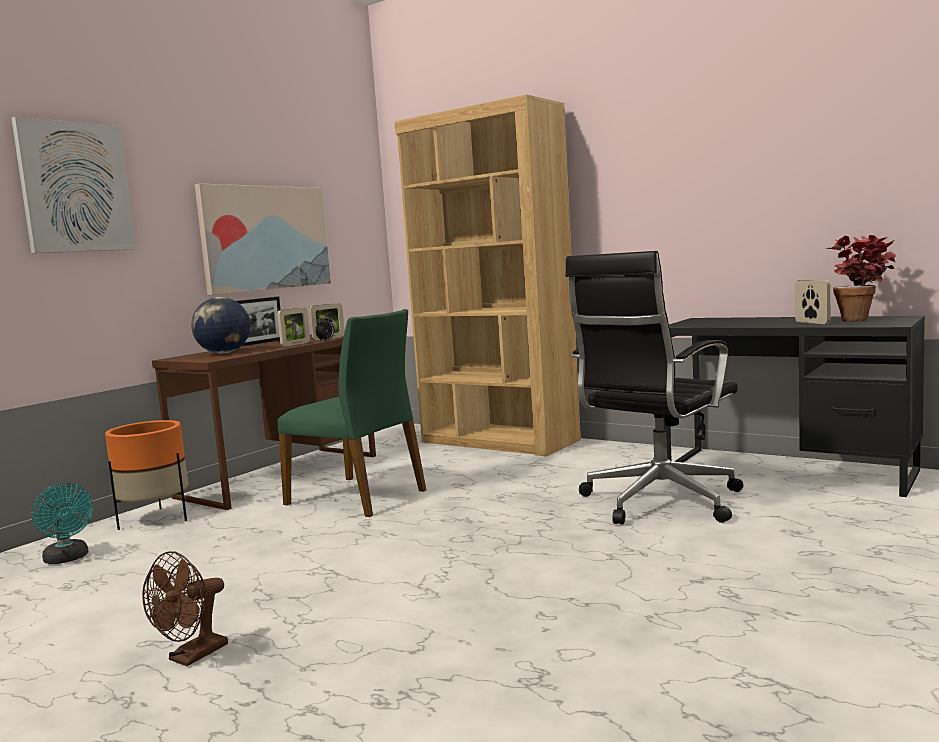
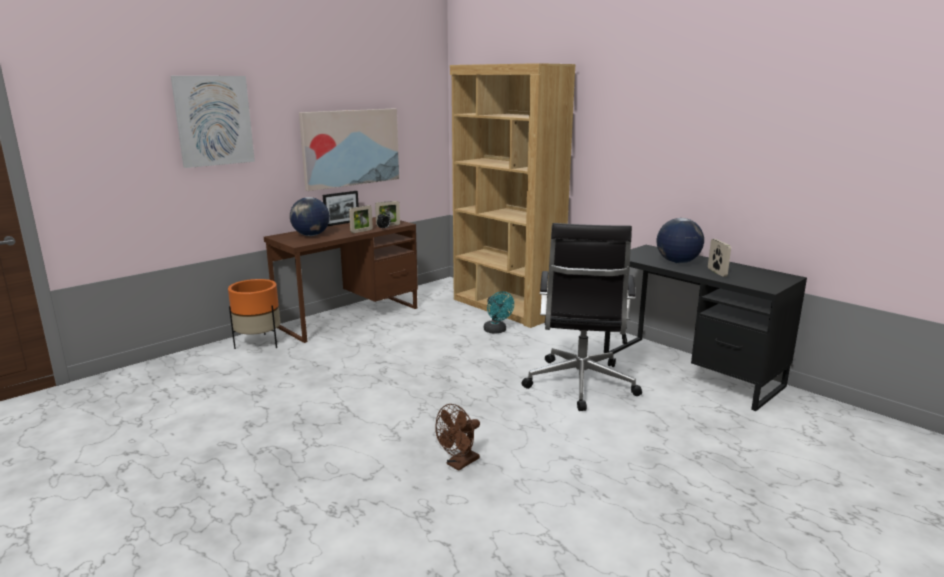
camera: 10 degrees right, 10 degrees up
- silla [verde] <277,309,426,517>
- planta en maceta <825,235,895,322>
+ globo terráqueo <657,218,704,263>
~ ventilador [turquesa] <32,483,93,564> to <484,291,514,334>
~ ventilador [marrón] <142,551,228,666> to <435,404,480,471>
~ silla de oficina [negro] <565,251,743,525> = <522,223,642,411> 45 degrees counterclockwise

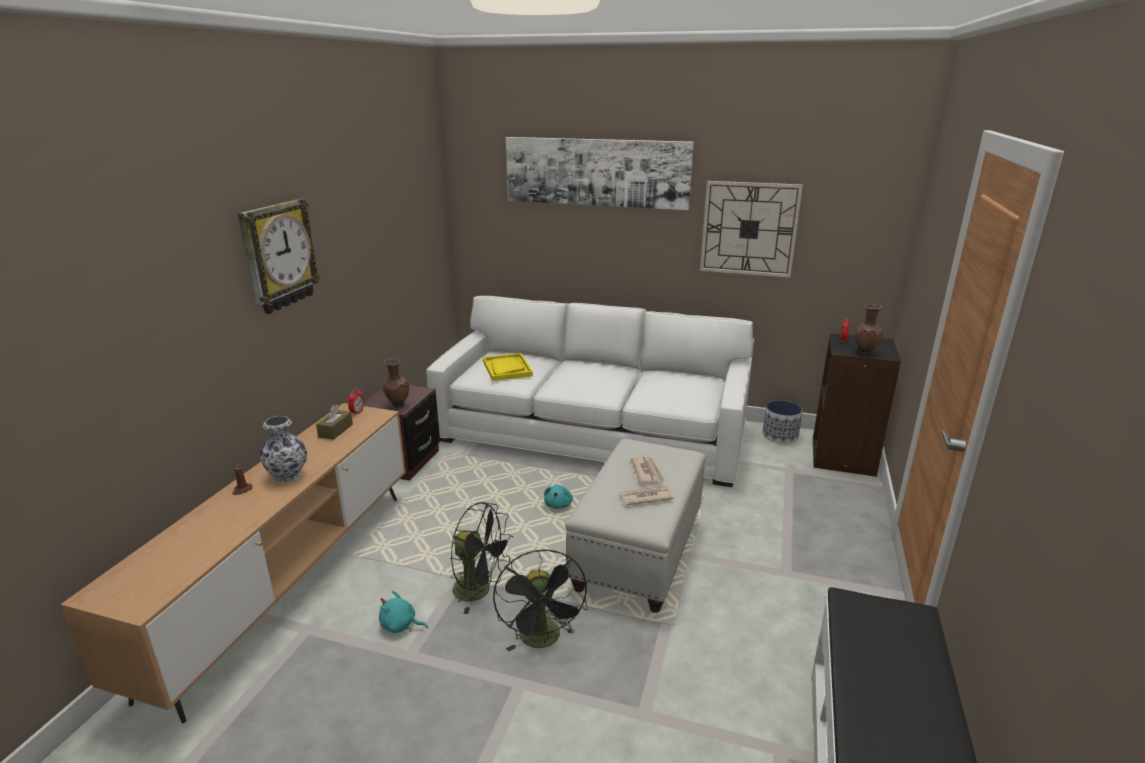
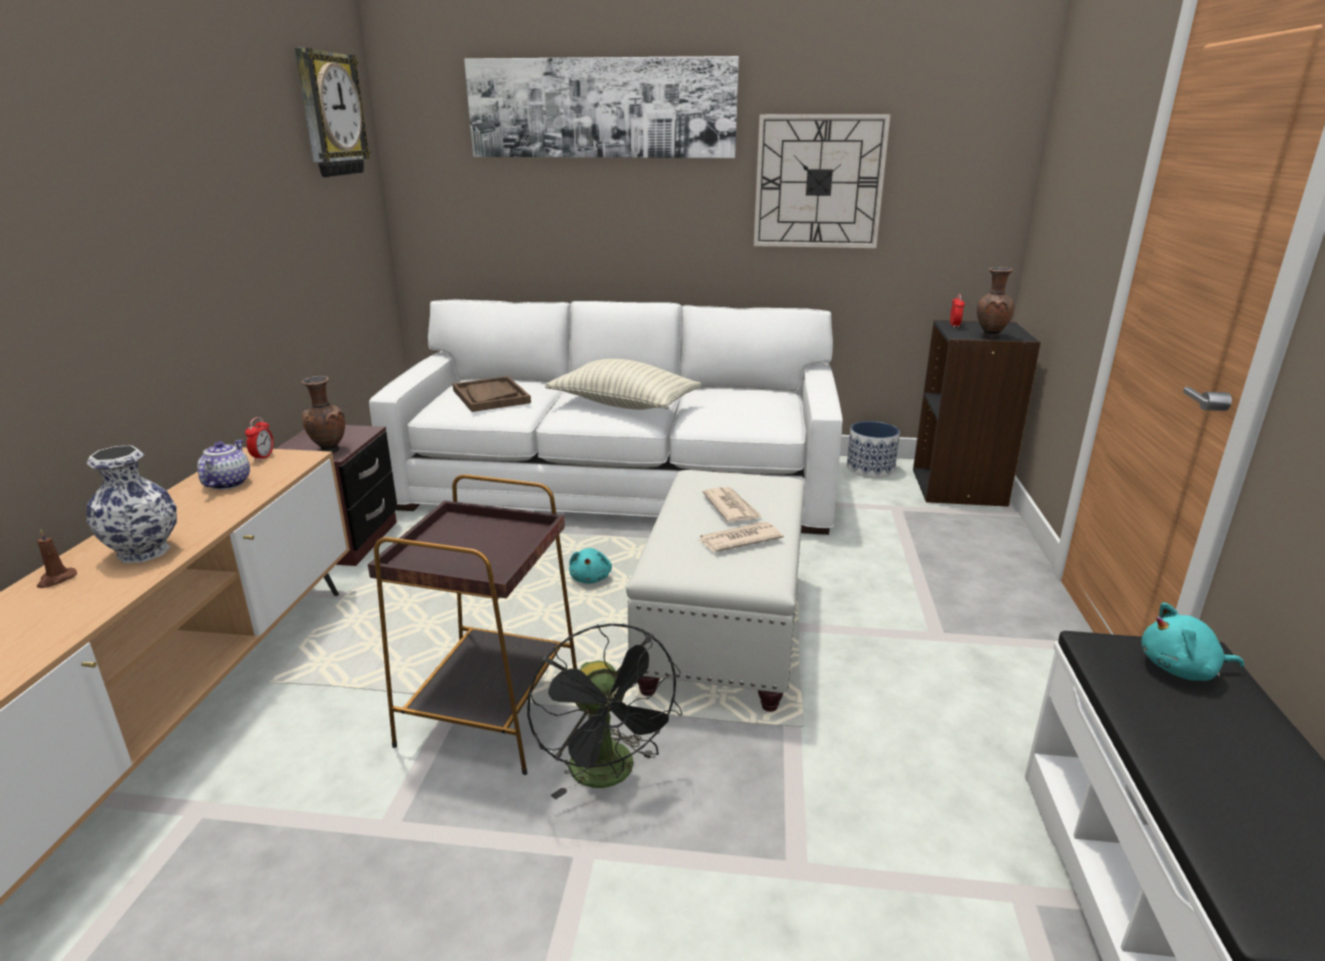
camera: 10 degrees left, 0 degrees up
+ cojín <545,359,701,410>
~ reloj de pared <238,199,320,314> to <295,48,371,177>
~ peluche [turquesa] <379,591,428,633> to <1142,602,1244,681>
~ caja de pañuelos [marrón] <316,404,353,440> to tetera <197,440,250,490>
~ ventilador [negro] <451,502,513,614> to mesa auxiliar [marrón] <368,474,577,775>
~ bandeja [amarillo] <483,353,533,381> to bandeja [marrón] <453,376,531,412>

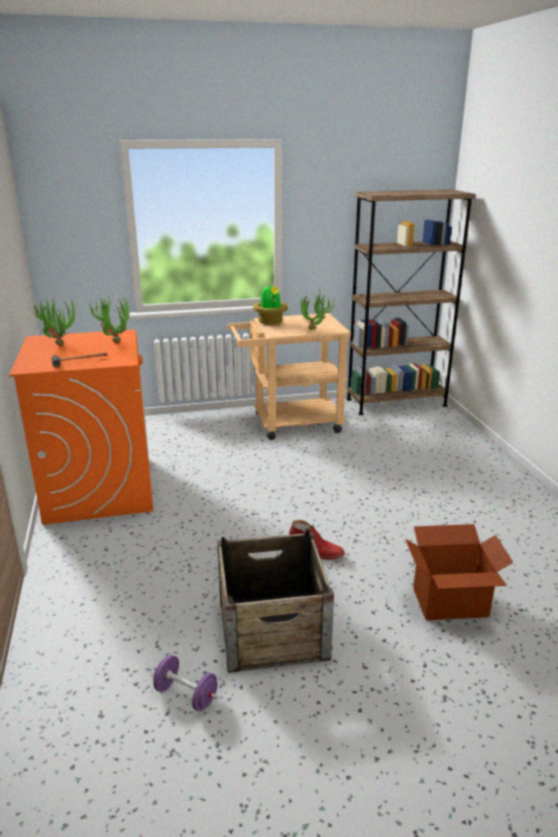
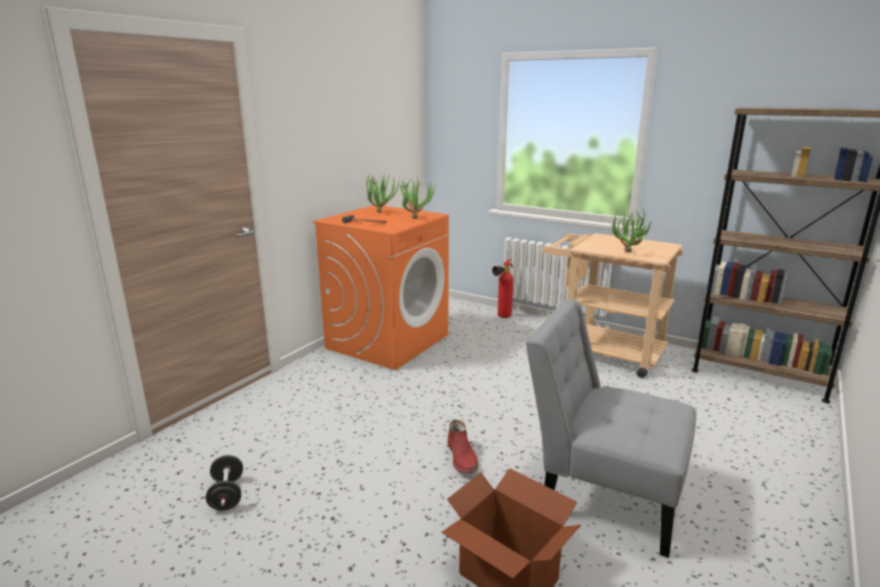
camera: 45 degrees right, 5 degrees down
- caja de embalaje <217,529,334,673>
- planta en maceta <253,284,288,325>
+ extintor <492,259,513,318>
+ silla [gris] <526,300,696,558>
~ mancuerna [morado] <153,655,218,711> to mancuerna [negro] <206,455,243,510>

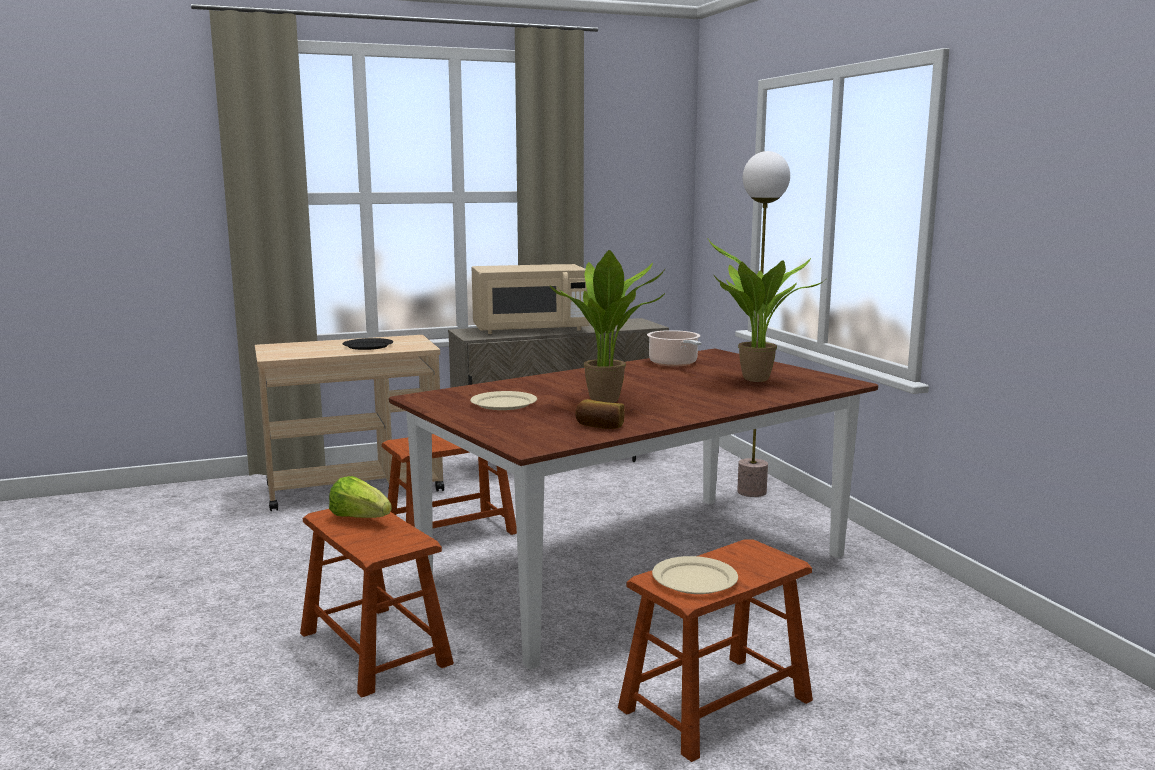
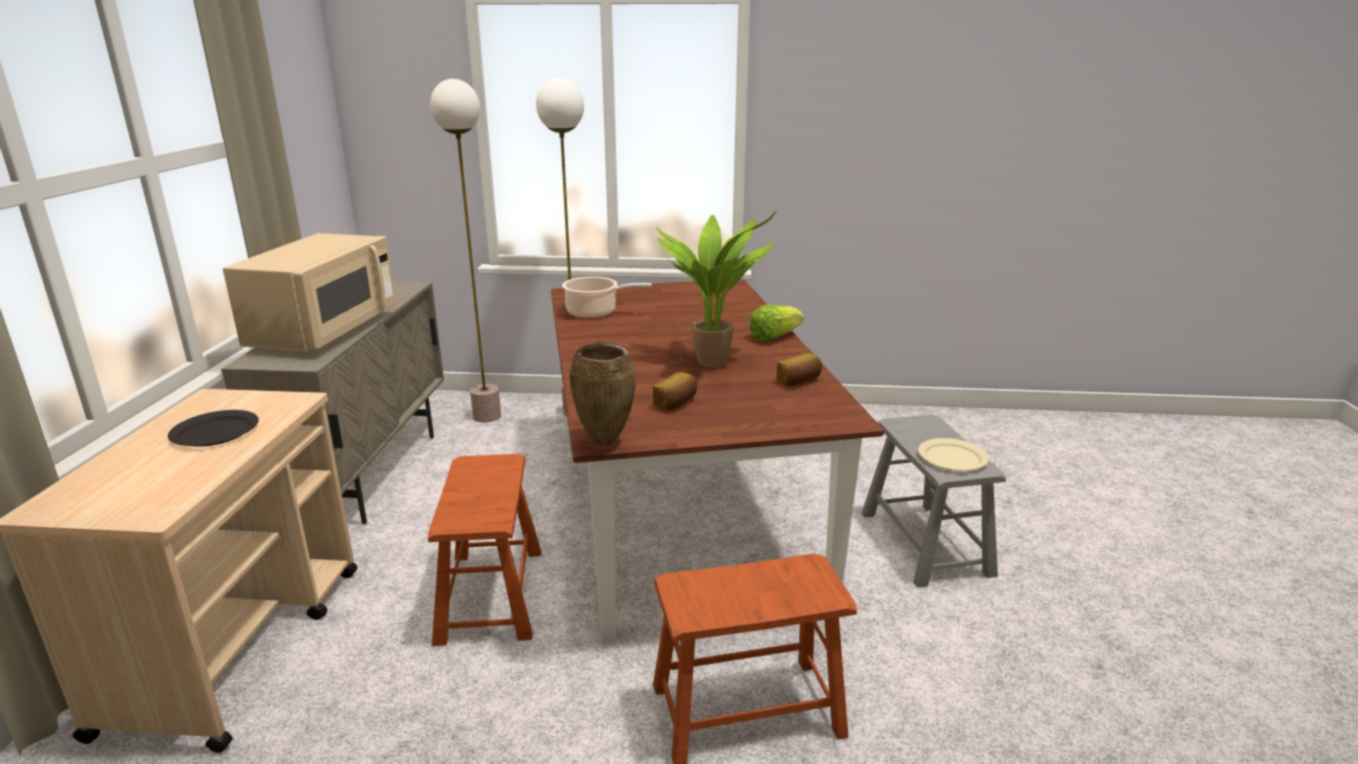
camera: 65 degrees left, 10 degrees up
- planta en maceta <707,238,825,382>
+ lámpara de pie <430,79,501,422>
+ florero [marrón] <570,342,636,446>
~ lechuga <329,476,392,518> to <750,305,804,341>
~ plato [beis] <470,391,537,410> to pan <653,372,697,410>
~ taburete [marrón] <618,540,813,762> to taburete [gris] <861,415,1006,587>

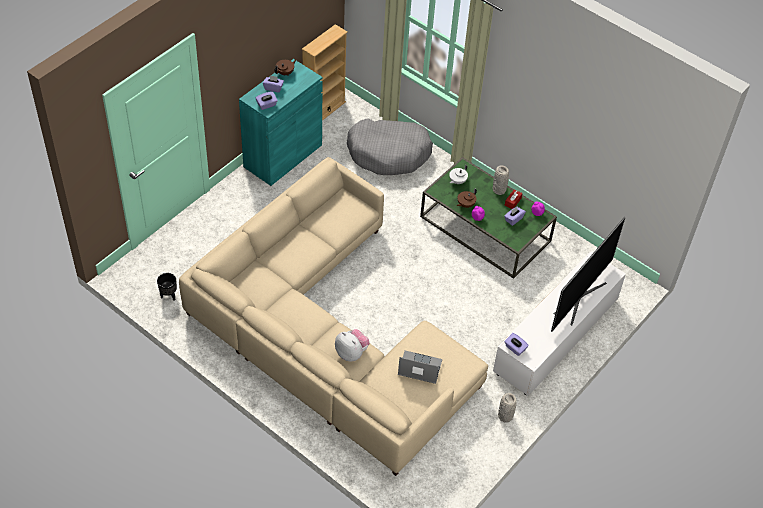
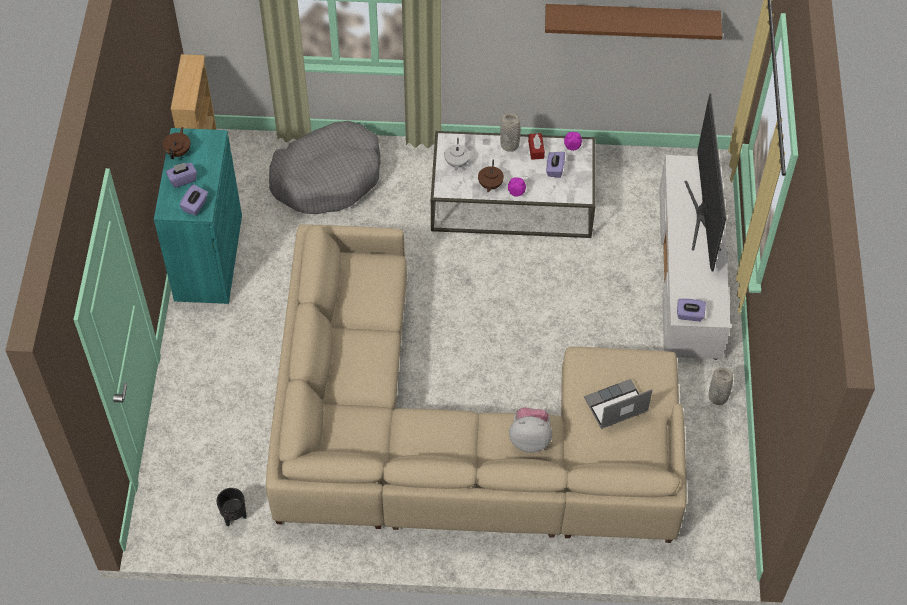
camera: 35 degrees left, 5 degrees up
+ estante [marrón] <545,4,722,40>
~ mesa de centro [verde] <420,157,557,279> to mesa de centro [blanco] <431,131,596,238>

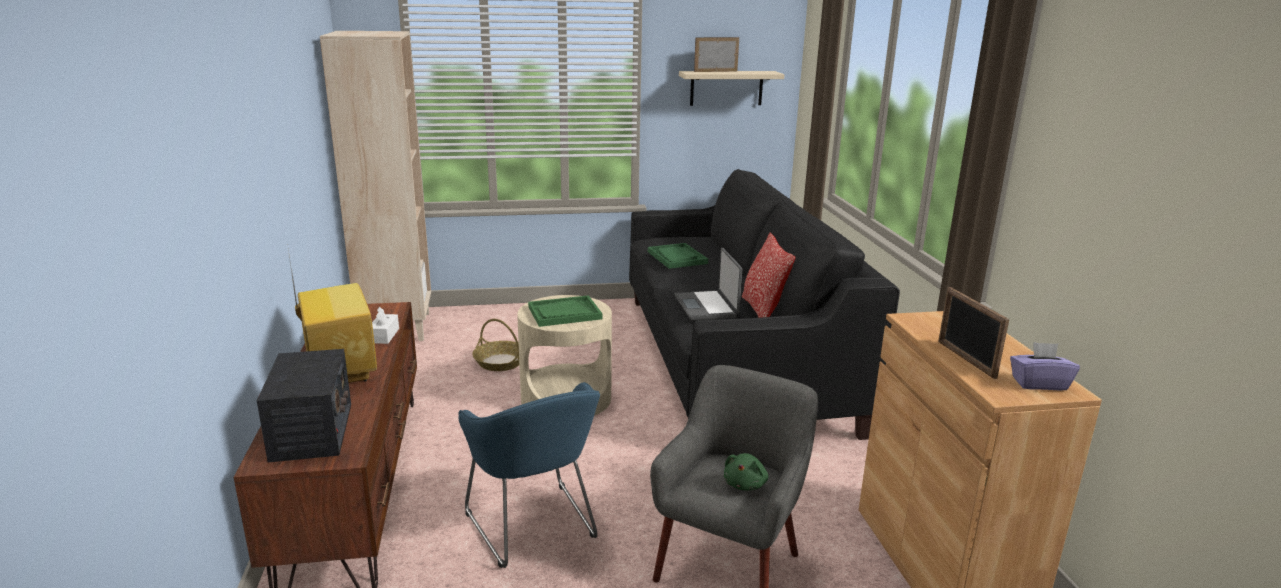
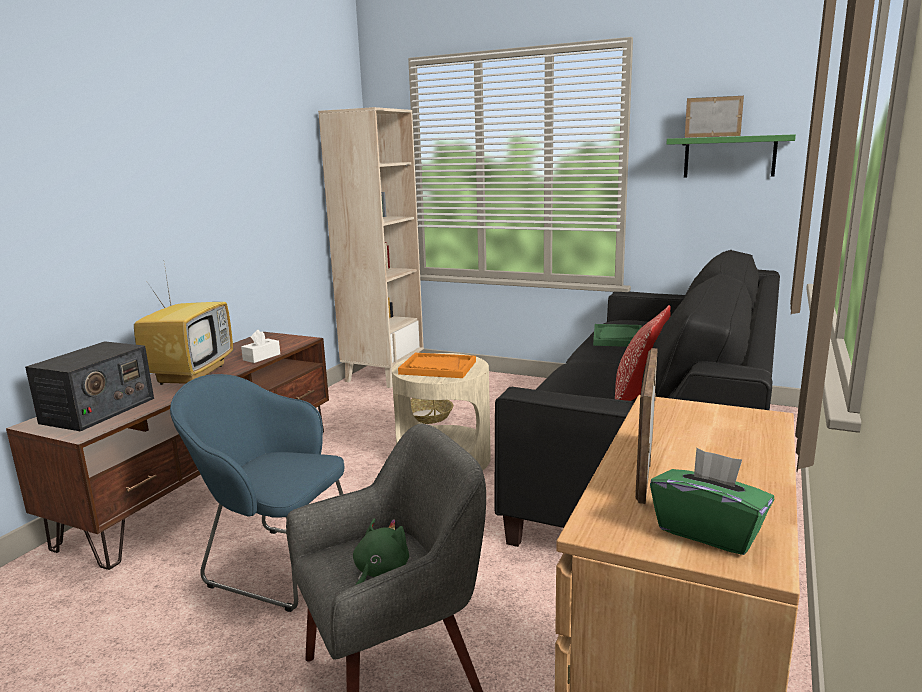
camera: 35 degrees right, 5 degrees down
- portátil <675,248,742,320>
~ bandeja [verde] <528,295,602,327> to bandeja [naranja] <398,353,476,378>
~ estante [beis] <679,71,785,106> to estante [verde] <666,134,796,177>
~ caja de pañuelos [morado] <1010,342,1080,390> to caja de pañuelos [verde] <650,448,774,555>
~ sillón [azul] <458,382,600,568> = <170,374,344,612> 105 degrees clockwise
~ peluche [verde] <724,453,768,490> = <353,518,409,585> 150 degrees clockwise

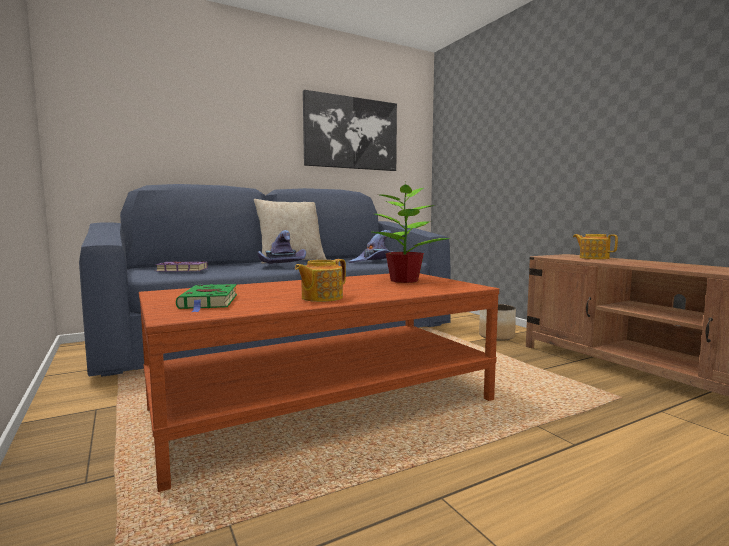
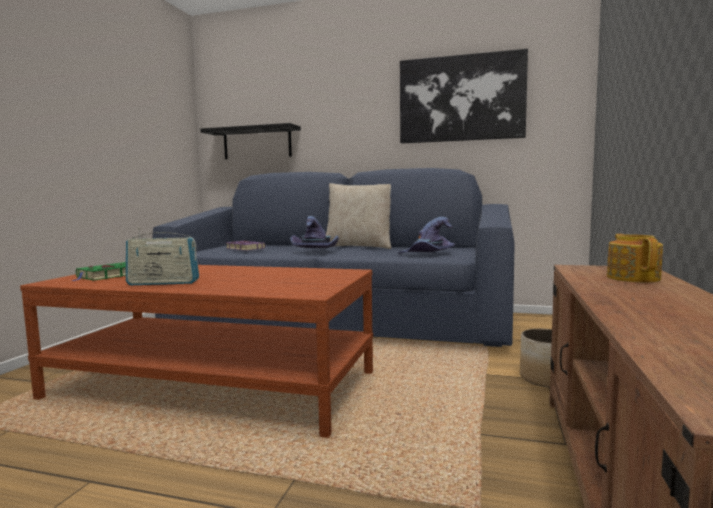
camera: 45 degrees right, 0 degrees up
- planta en maceta <372,182,451,283>
+ estante [negro] <200,123,301,159>
~ tetera <295,259,346,302> to radio <126,227,199,285>

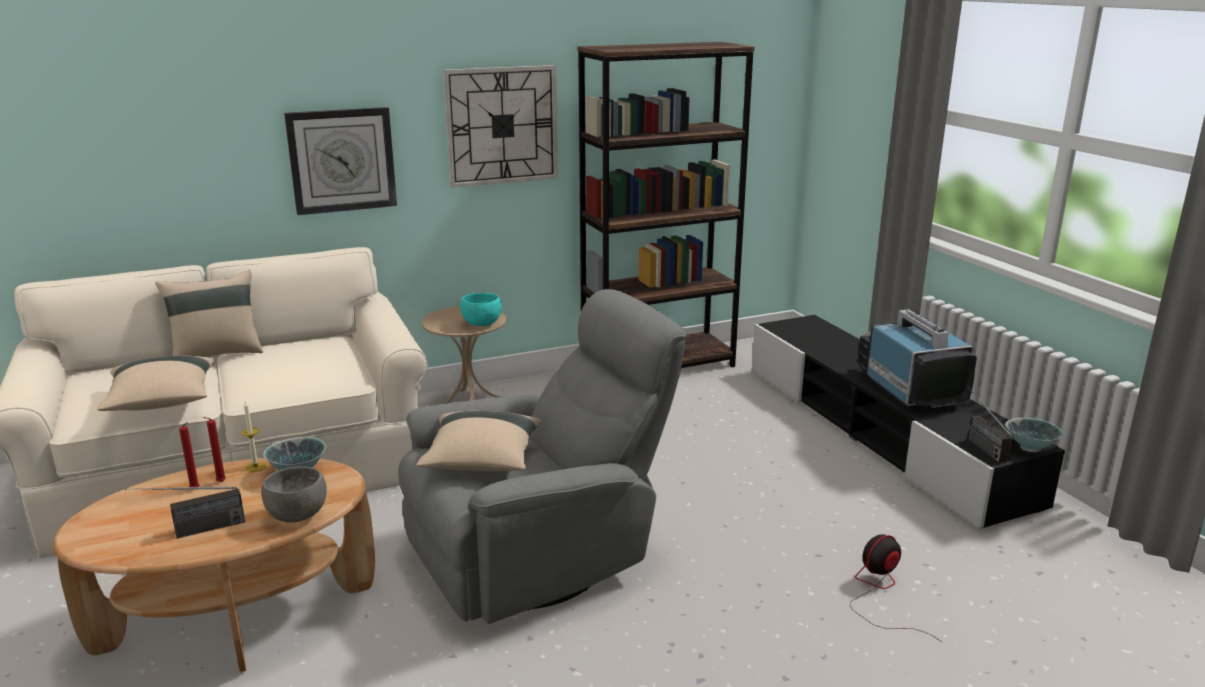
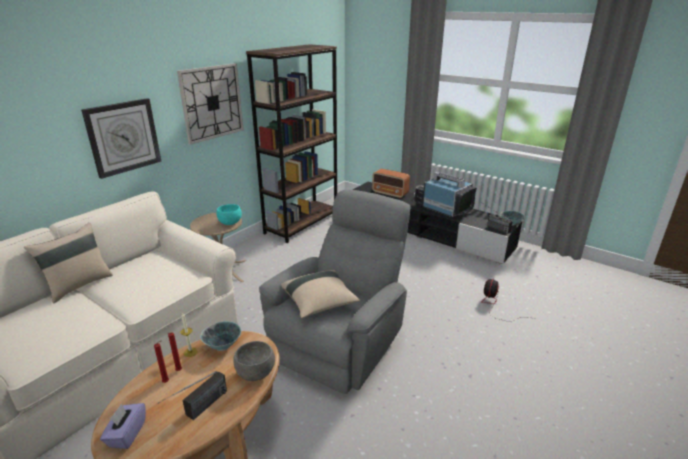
camera: 30 degrees left, 5 degrees up
- cojín [beis] <97,356,214,411>
+ caja de pañuelos [morado] <100,403,146,449>
+ radio <372,169,410,199>

